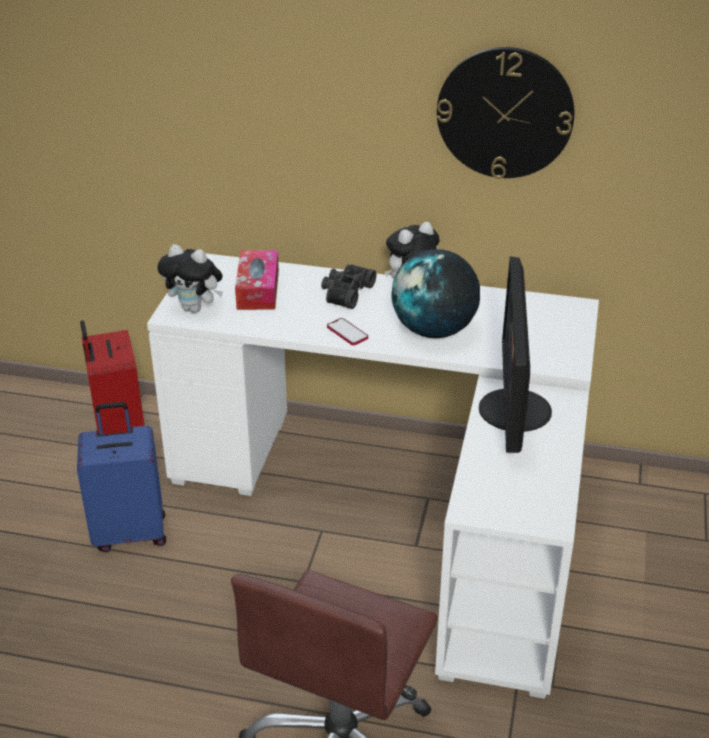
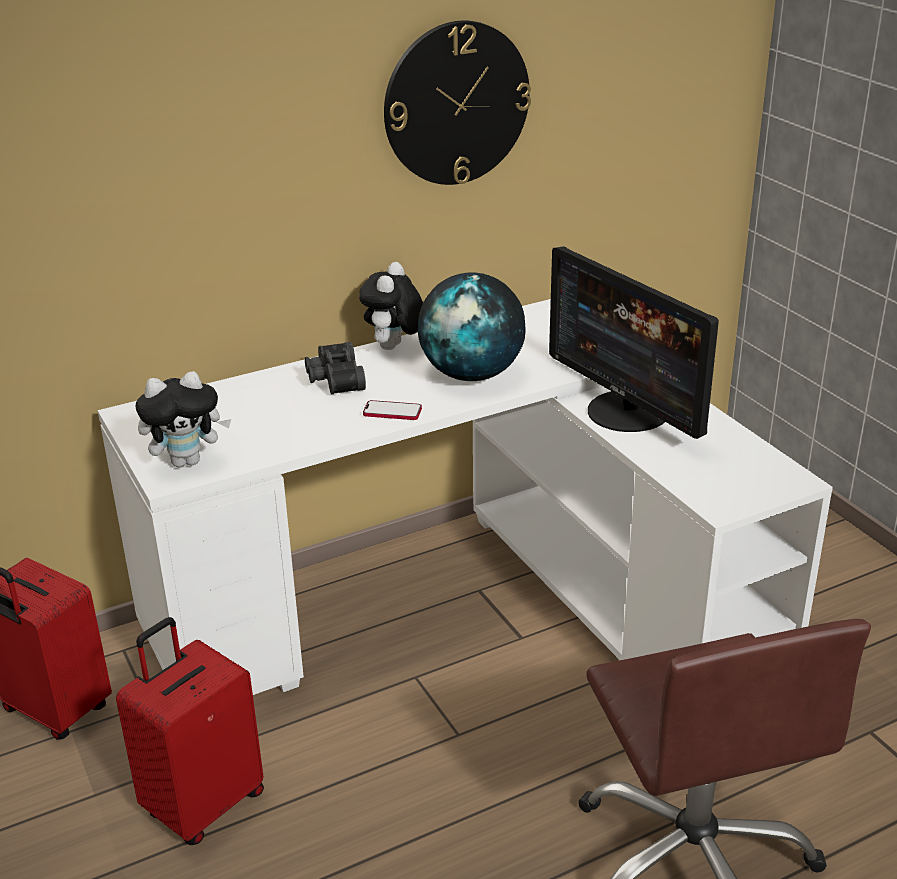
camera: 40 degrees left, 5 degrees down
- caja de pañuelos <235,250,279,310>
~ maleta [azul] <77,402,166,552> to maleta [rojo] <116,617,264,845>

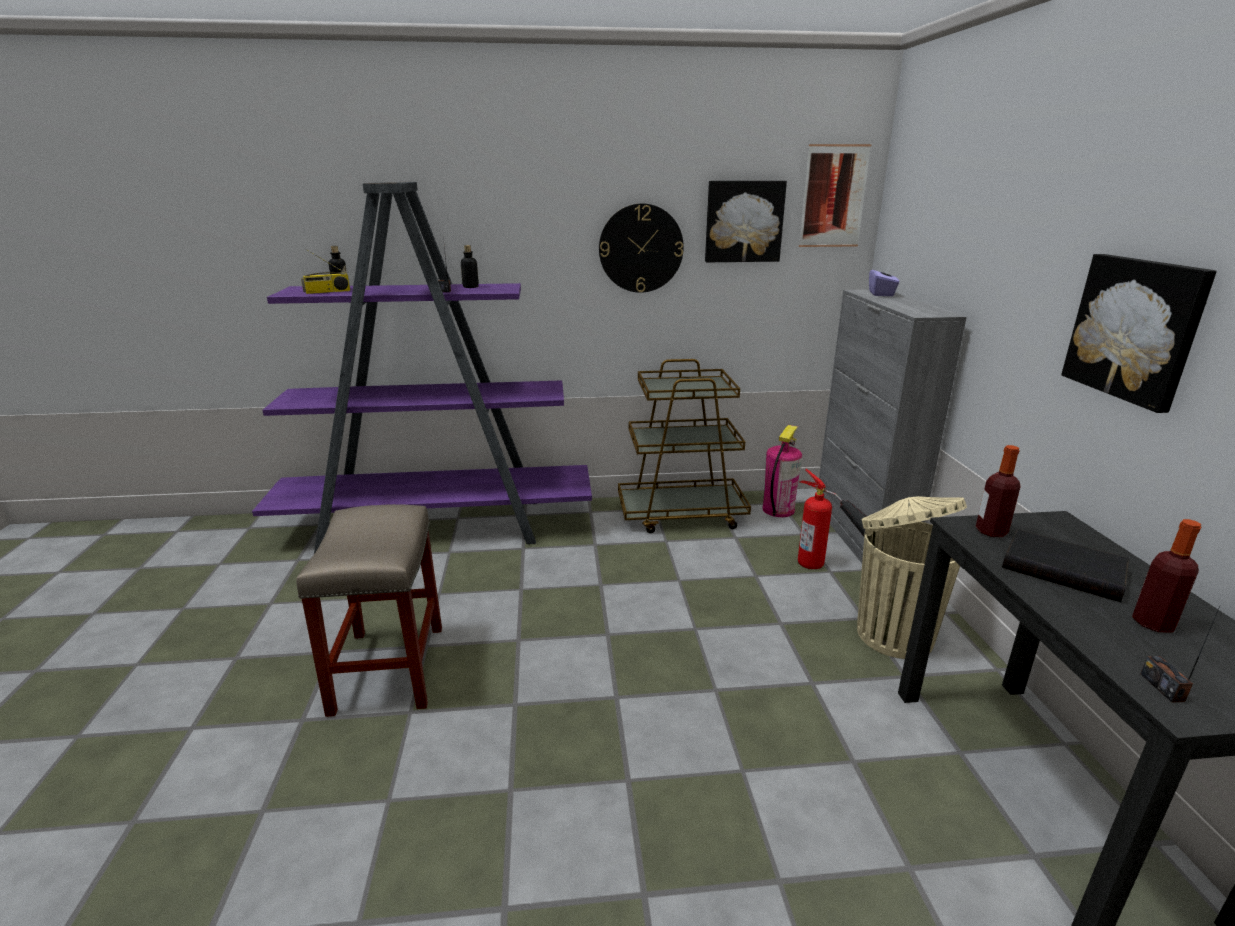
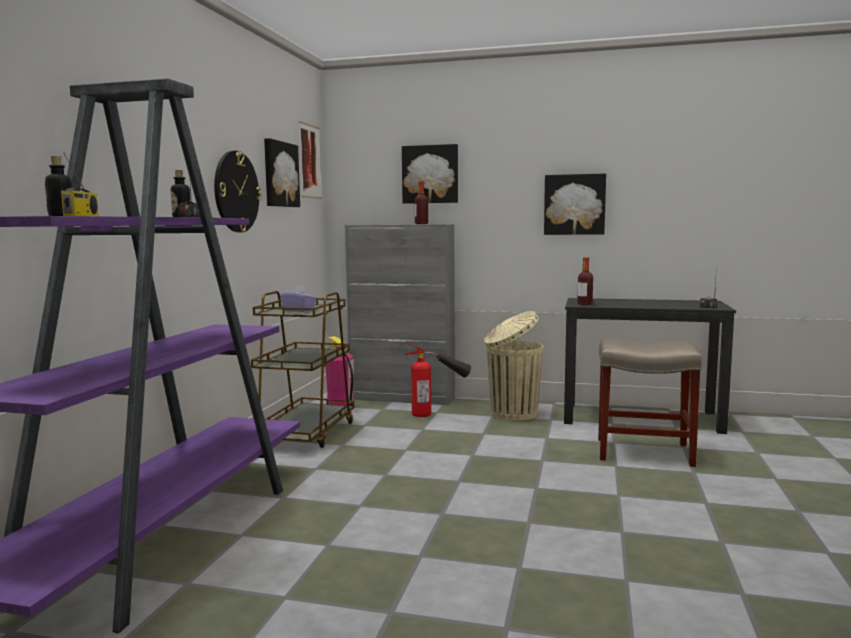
camera: 70 degrees left, 15 degrees down
- libro [negro] <1002,529,1130,602>
+ cuadro <402,144,458,204>
~ taburete [beis] <297,504,442,717> to <598,338,702,467>
~ caja de pañuelos [morado] <869,263,900,296> to <280,285,317,312>
~ botella <1132,519,1202,633> to <415,181,428,224>

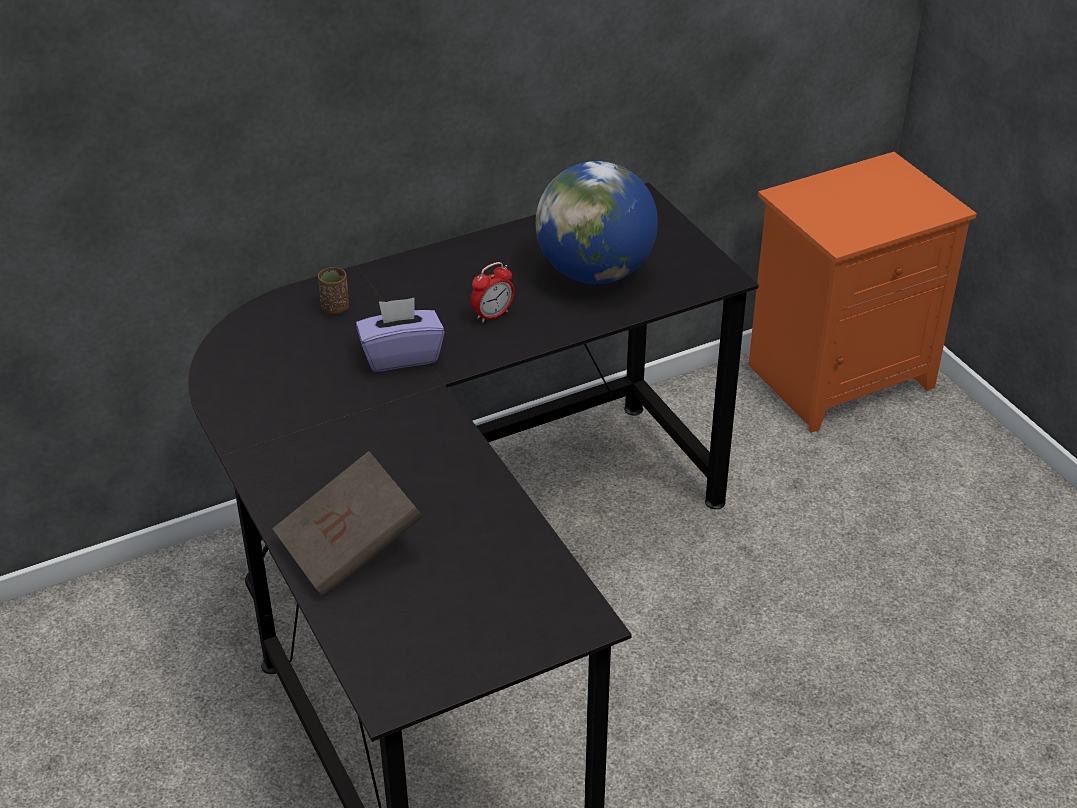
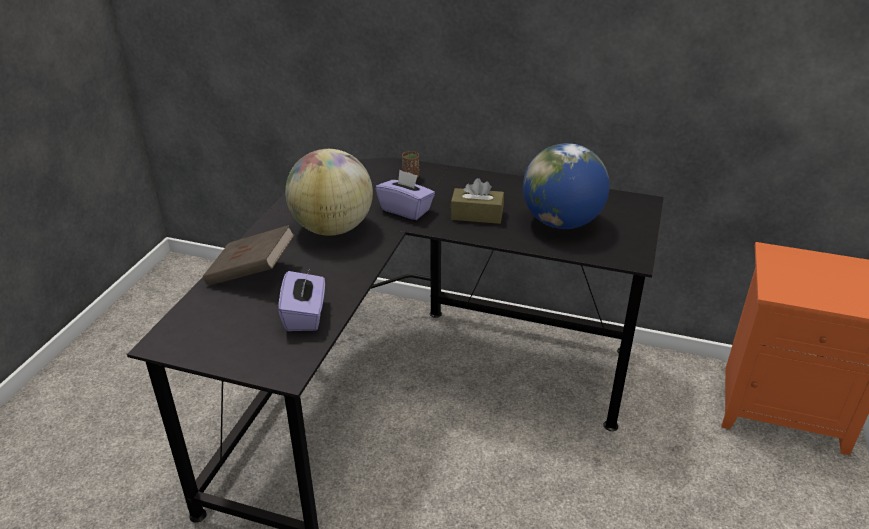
camera: 45 degrees right, 5 degrees down
+ caja de pañuelos [morado] <278,271,325,331>
+ globo terráqueo <285,149,373,236>
~ despertador <471,262,515,323> to caja de pañuelos [marrón] <451,178,504,224>

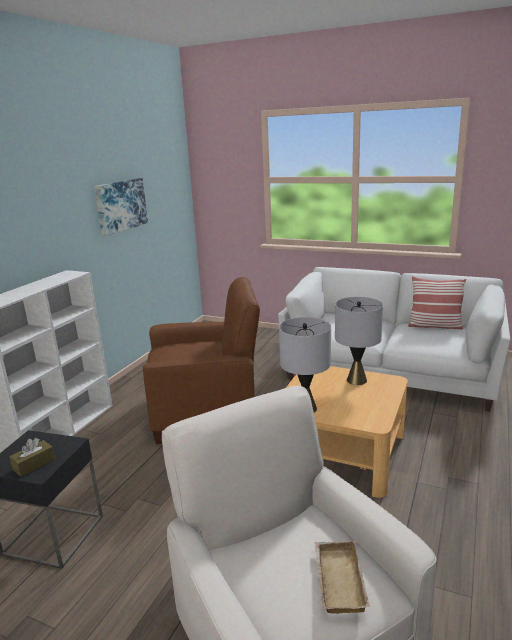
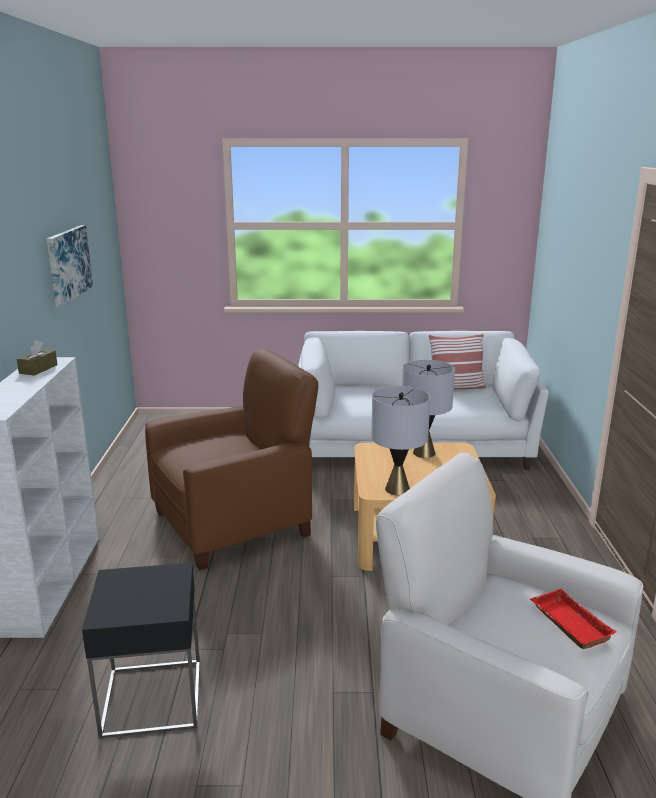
camera: 25 degrees left, 0 degrees up
~ caja de pañuelos [marrón] <9,438,55,477> to <17,340,58,376>
~ bandeja [beis] <315,540,370,614> to bandeja [rojo] <530,589,616,649>

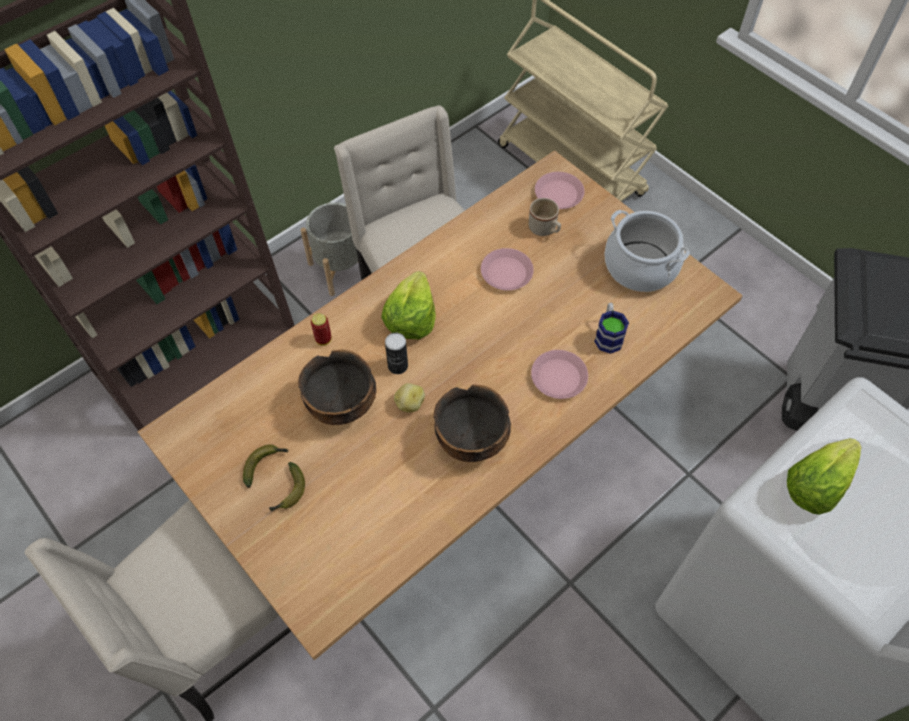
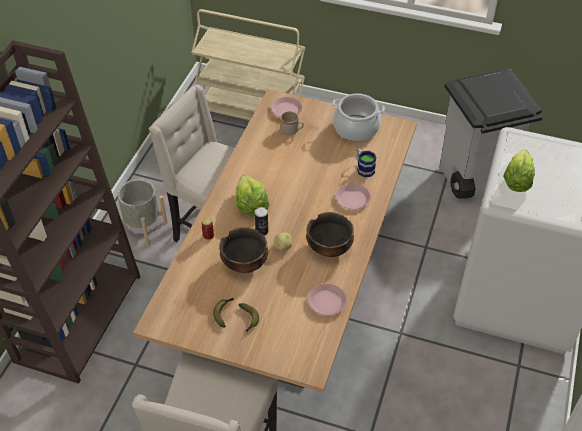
camera: 30 degrees left, 10 degrees down
~ plato [rosa] <481,248,534,291> to <308,284,347,315>

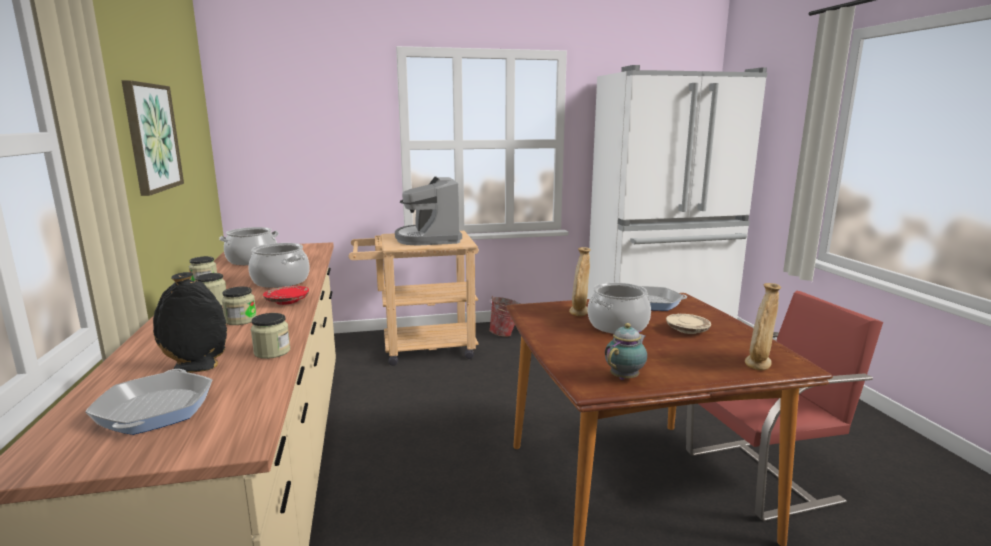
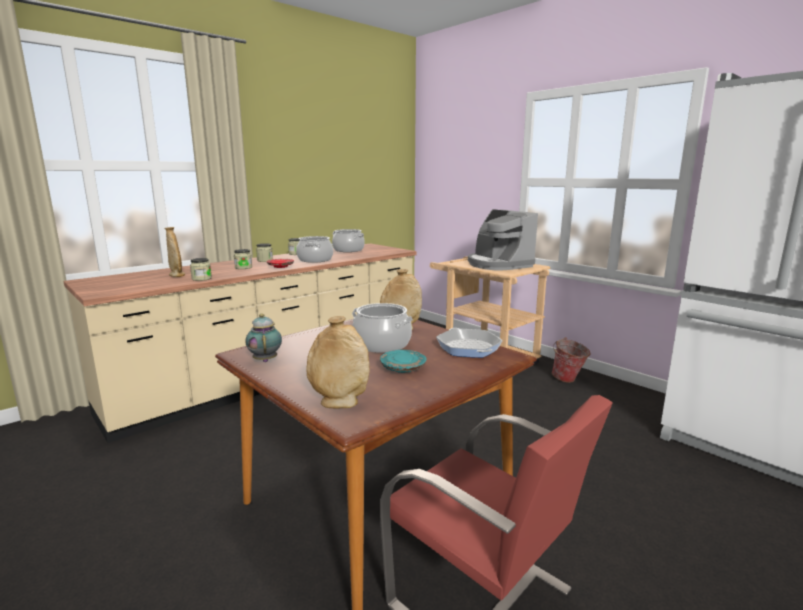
camera: 60 degrees right, 0 degrees up
- sartén <85,369,212,435>
- cuadro <121,80,184,196>
~ florero [negro] <153,272,227,373> to florero [beis] <164,227,185,277>
~ plato [beis] <666,314,711,334> to plato [turquesa] <380,350,426,373>
~ cafetera <395,177,462,246> = <468,209,538,270> 75 degrees counterclockwise
~ tetera <605,323,647,380> = <245,314,282,362> 120 degrees counterclockwise

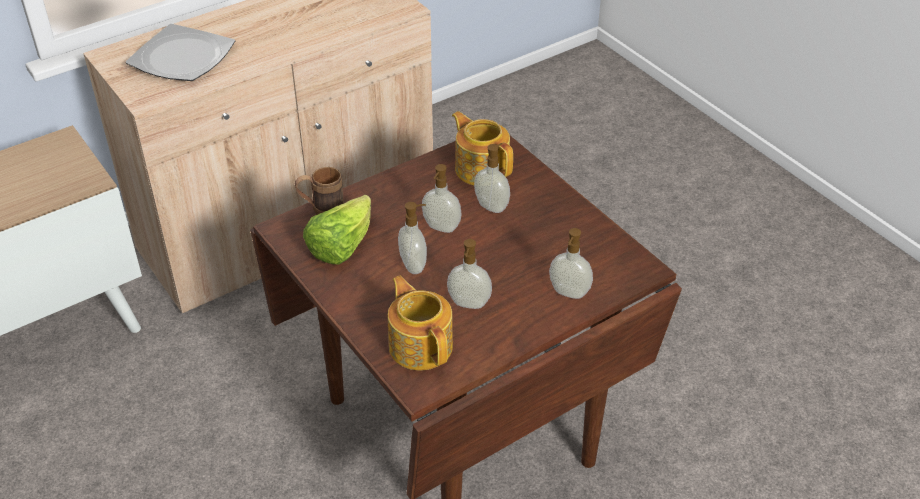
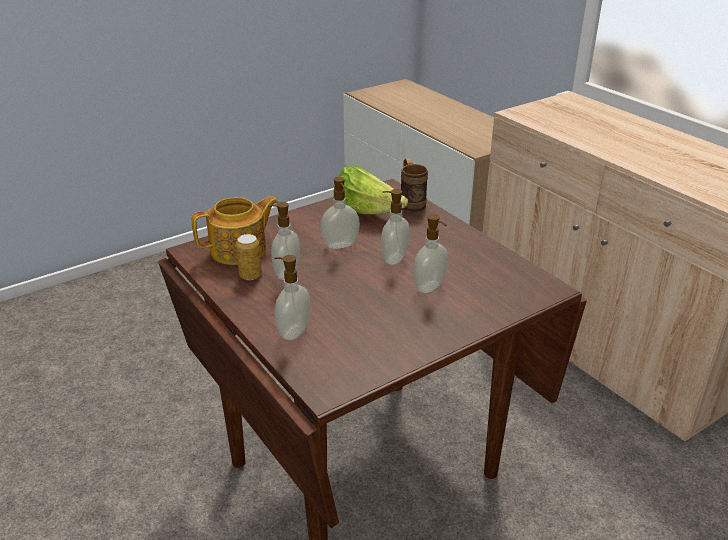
camera: 90 degrees right, 10 degrees down
- plato <126,24,235,81>
- tetera <452,111,513,185>
+ lata <236,234,262,280>

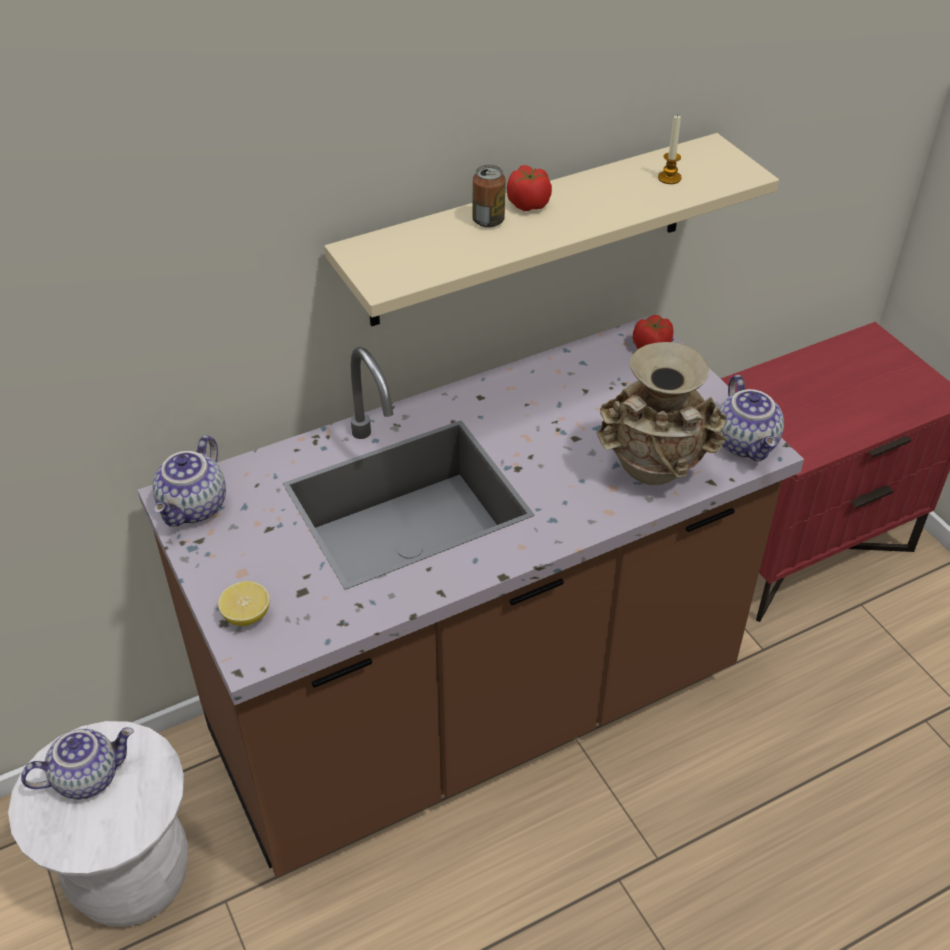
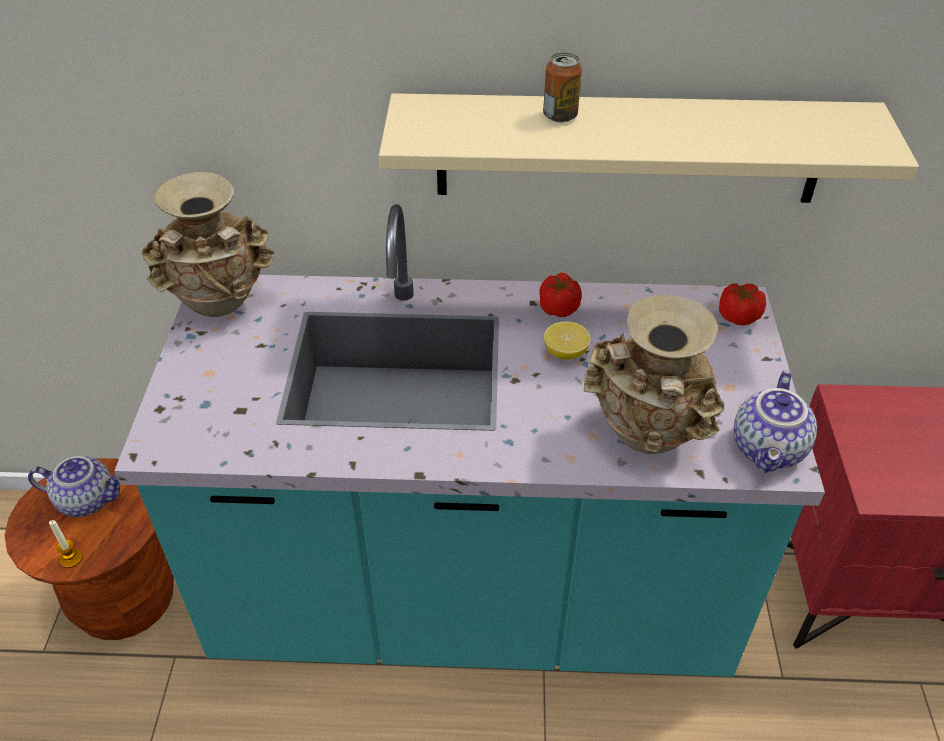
camera: 30 degrees right, 0 degrees up
~ limón <218,581,270,626> to <544,321,591,360>
~ tomate <507,165,552,211> to <539,273,581,317>
~ vela <658,114,681,184> to <49,520,83,568>
~ tetera <153,435,226,526> to florero [beis] <142,172,274,317>
~ taburete [blanco] <8,721,188,927> to taburete [marrón] <5,458,174,640>
~ mueble bajo de cocina [marrón] <138,314,804,877> to mueble bajo de cocina [turquesa] <114,204,825,677>

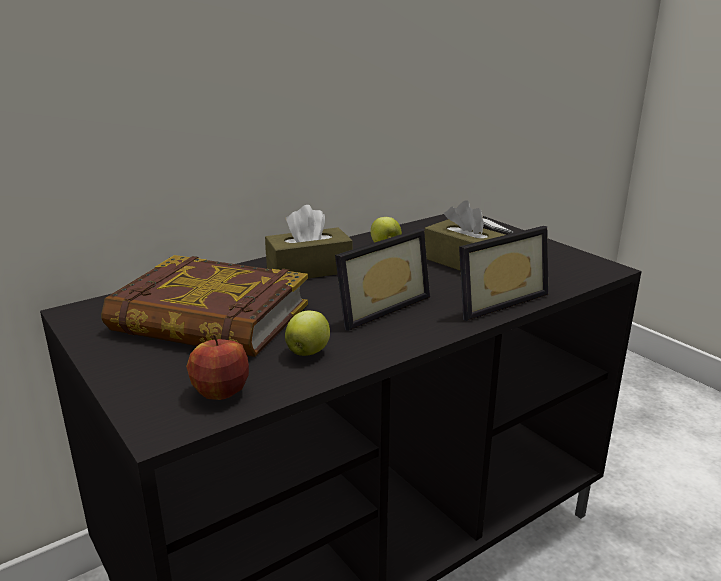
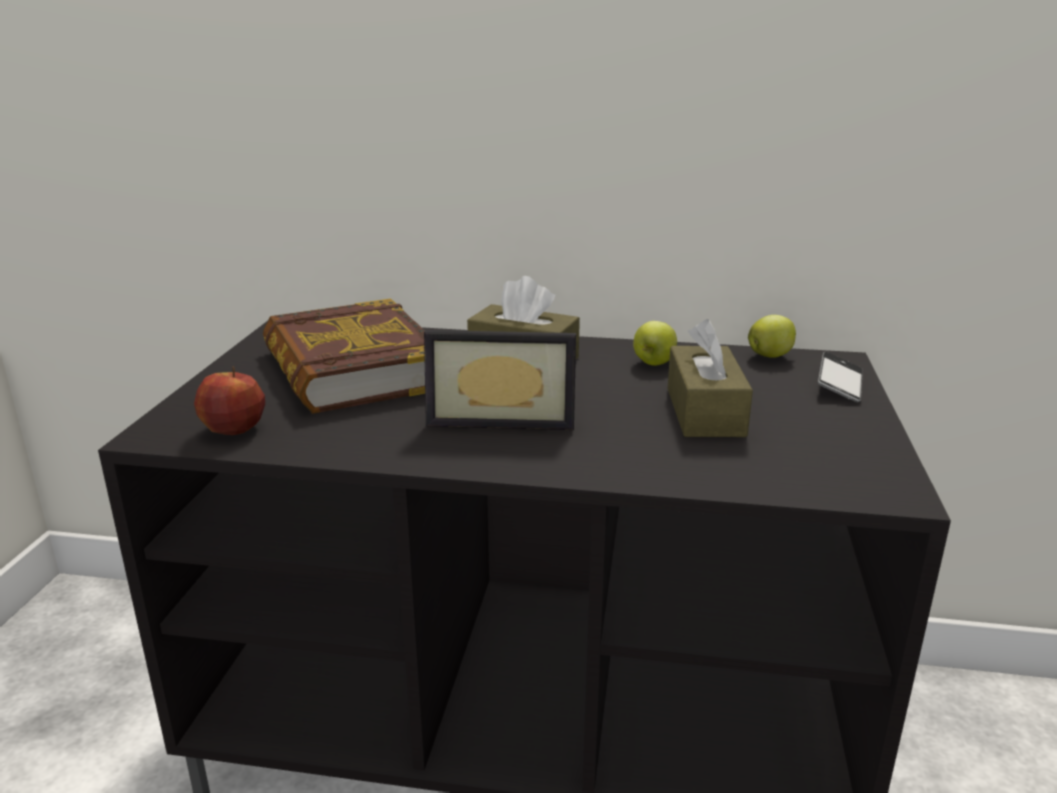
camera: 45 degrees right, 0 degrees up
- portarretratos <459,226,549,321>
~ manzana <285,311,330,356> to <748,315,796,358>

